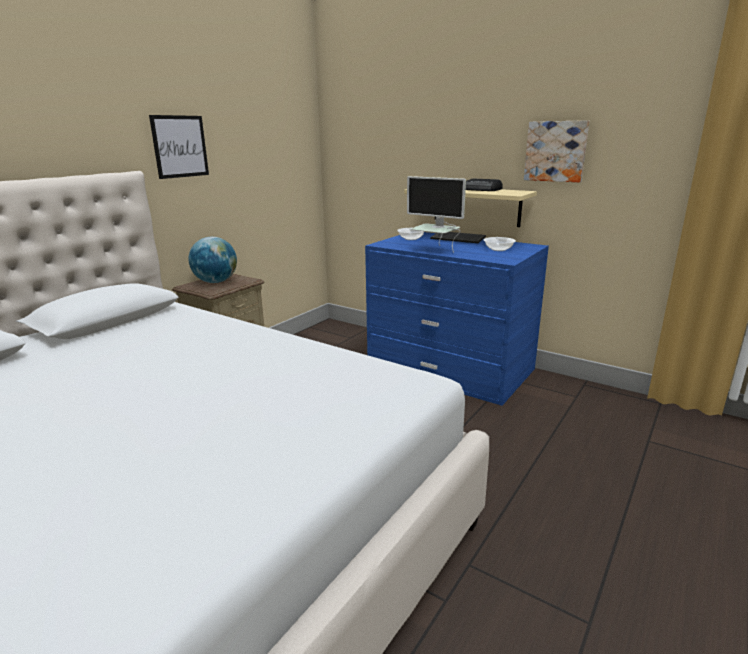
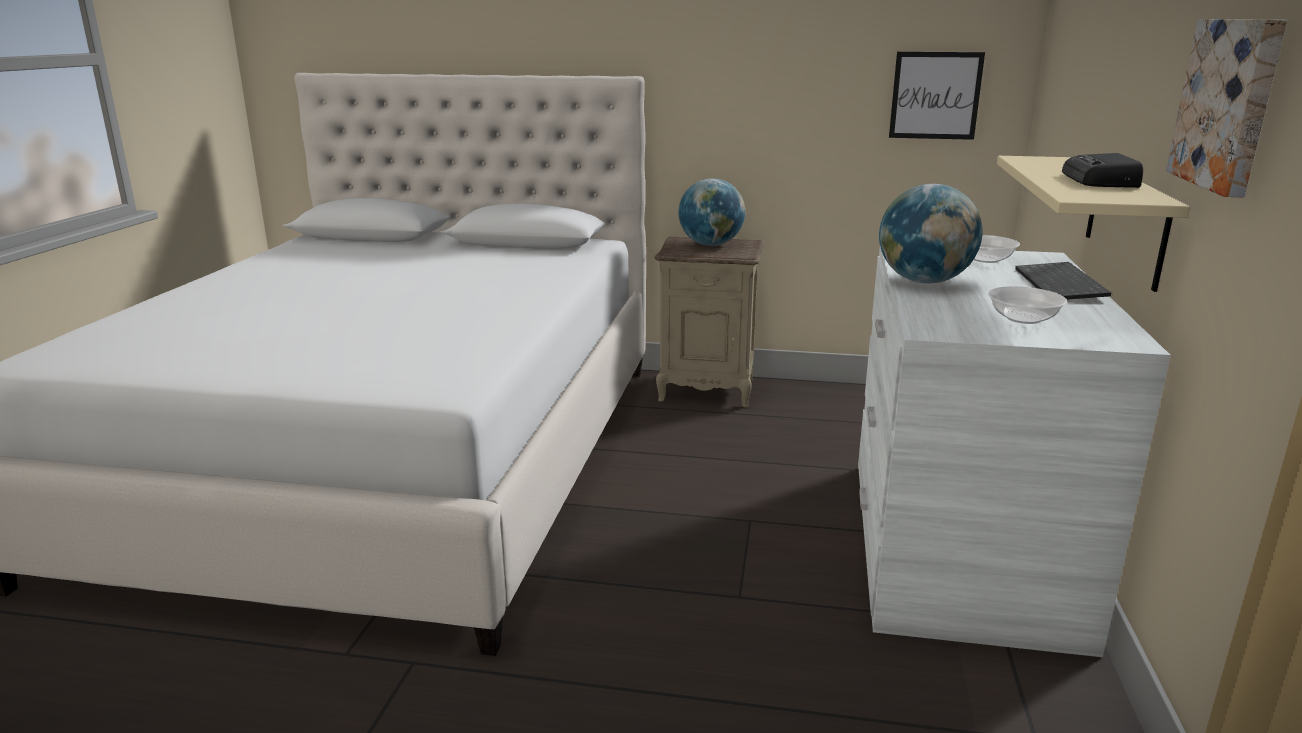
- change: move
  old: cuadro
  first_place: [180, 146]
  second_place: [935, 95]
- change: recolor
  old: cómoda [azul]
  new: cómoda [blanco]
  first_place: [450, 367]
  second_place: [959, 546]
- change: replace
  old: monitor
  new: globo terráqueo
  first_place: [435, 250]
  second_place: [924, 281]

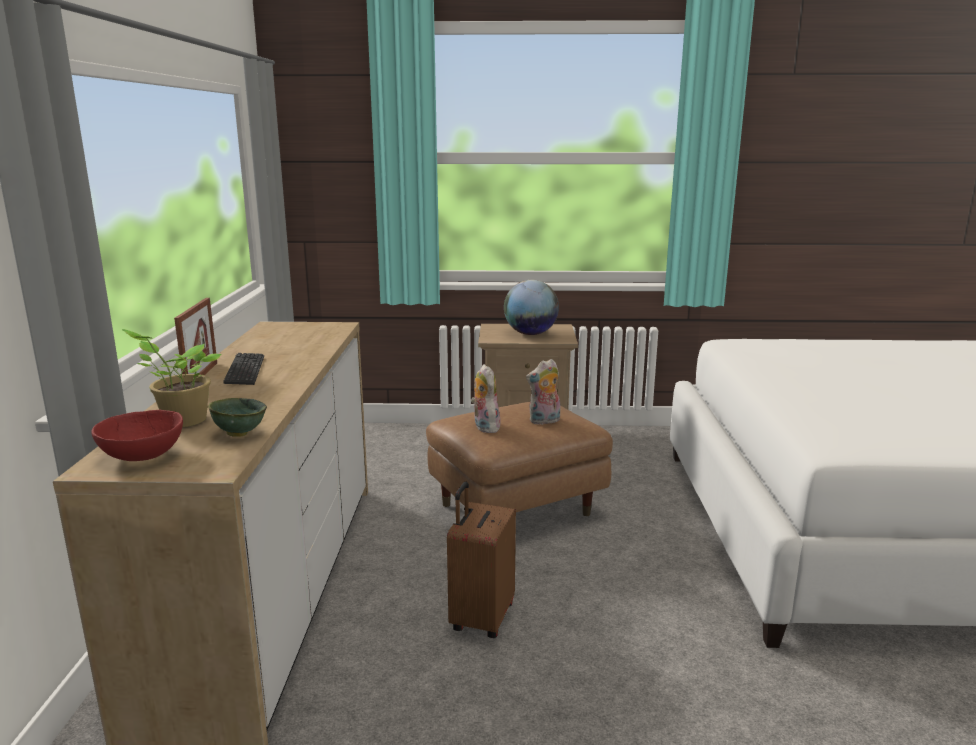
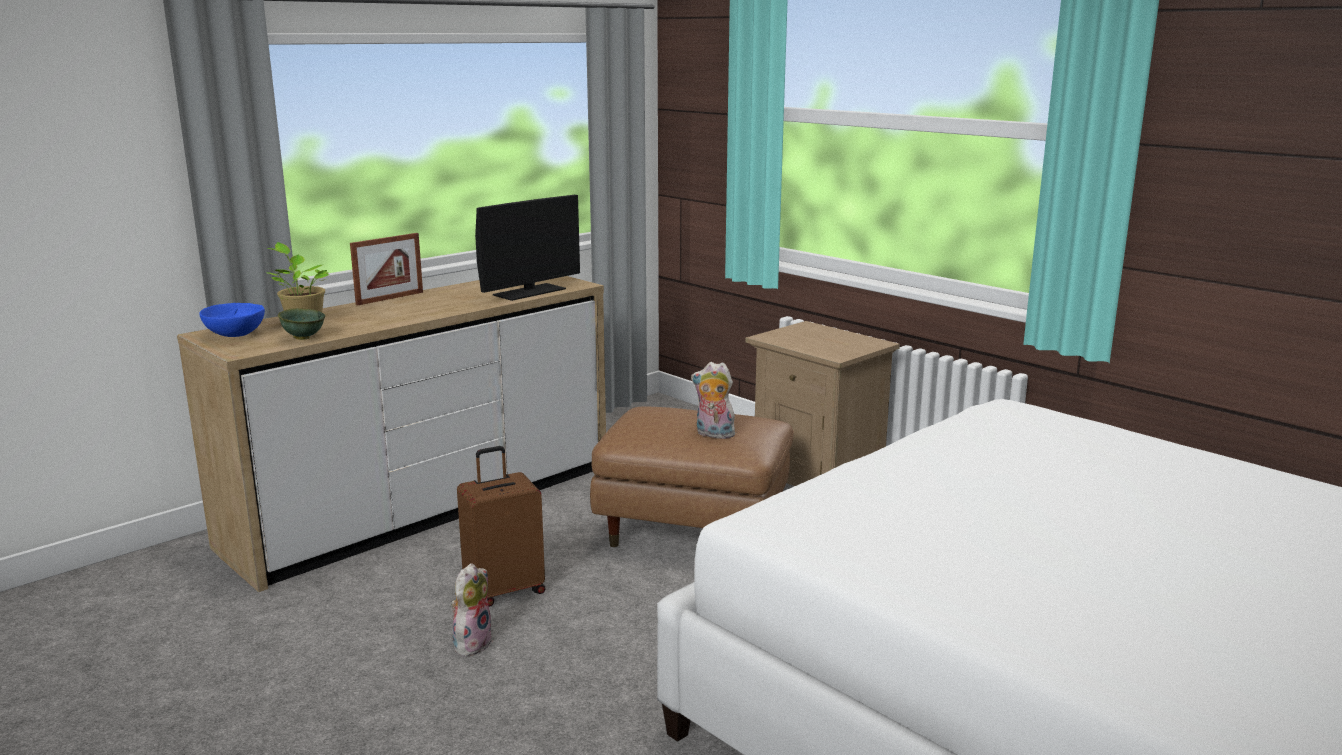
- change: recolor
  old: cuenco [rojo]
  new: cuenco [azul]
  first_place: [141, 456]
  second_place: [234, 335]
- change: delete
  old: teclado
  first_place: [245, 371]
- change: move
  old: peluche
  first_place: [484, 427]
  second_place: [472, 643]
- change: delete
  old: globo terráqueo
  first_place: [530, 334]
- change: insert
  new: monitor
  second_place: [529, 292]

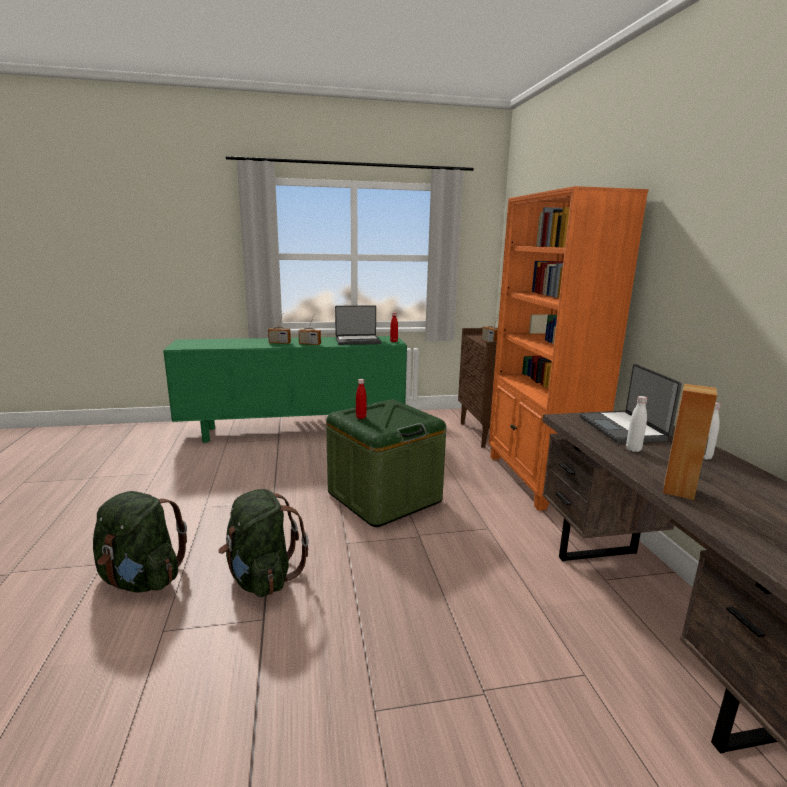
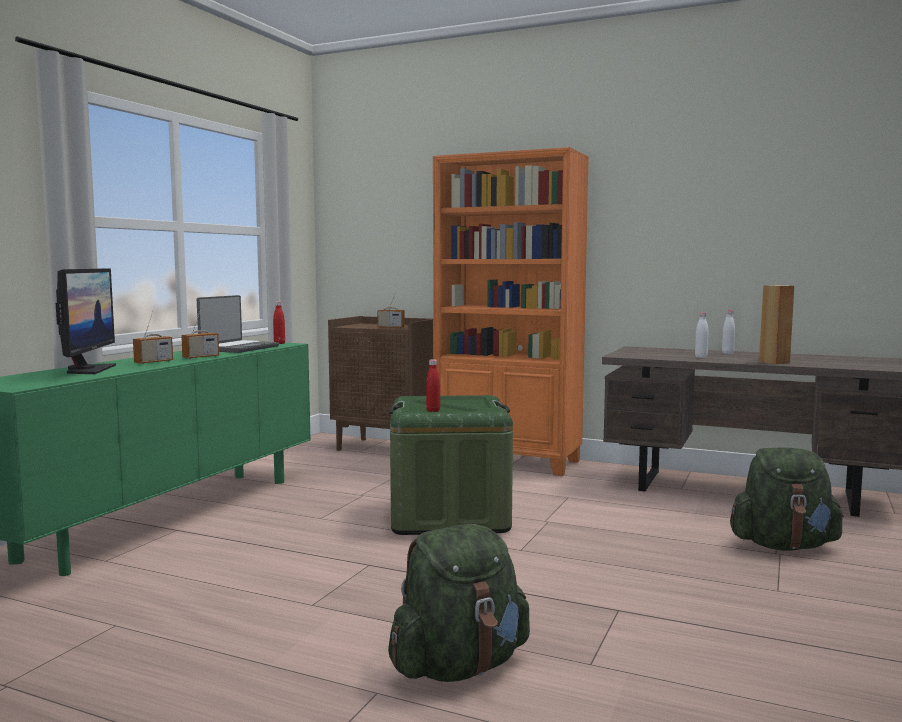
- change: move
  old: mochila [verde]
  first_place: [262, 577]
  second_place: [783, 545]
- change: delete
  old: portátil
  first_place: [623, 428]
- change: insert
  new: monitor
  second_place: [88, 370]

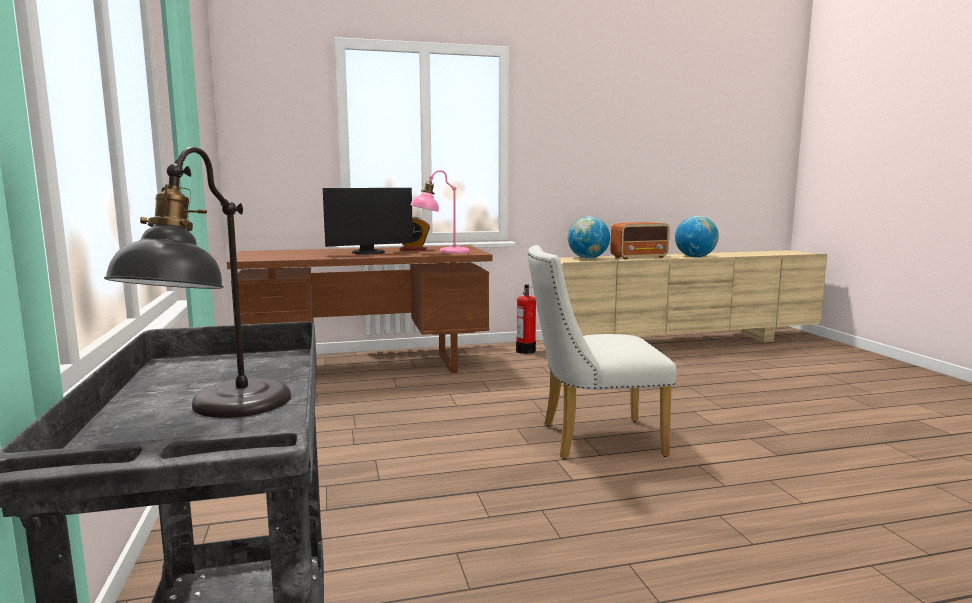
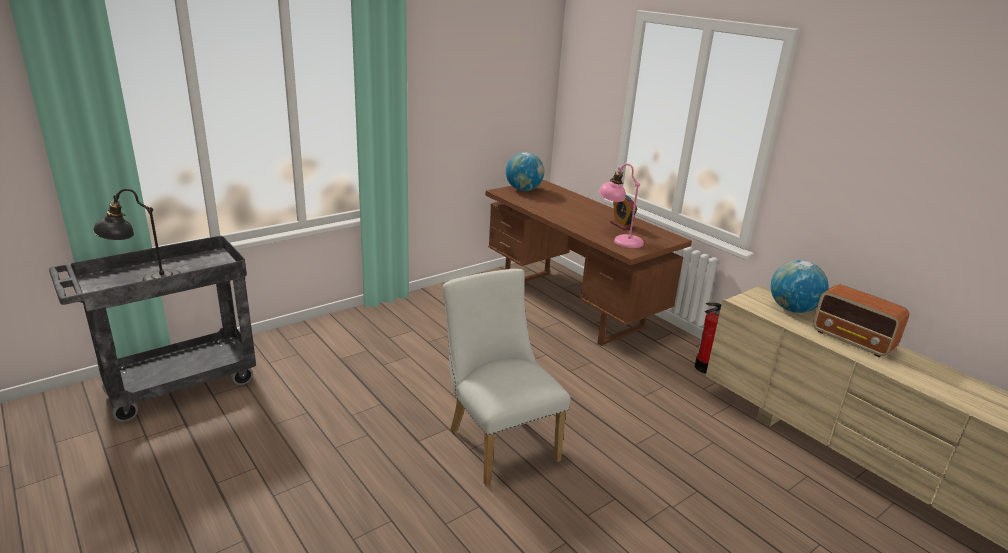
- change: delete
  old: monitor
  first_place: [369, 253]
- change: move
  old: globo terráqueo
  first_place: [695, 257]
  second_place: [523, 190]

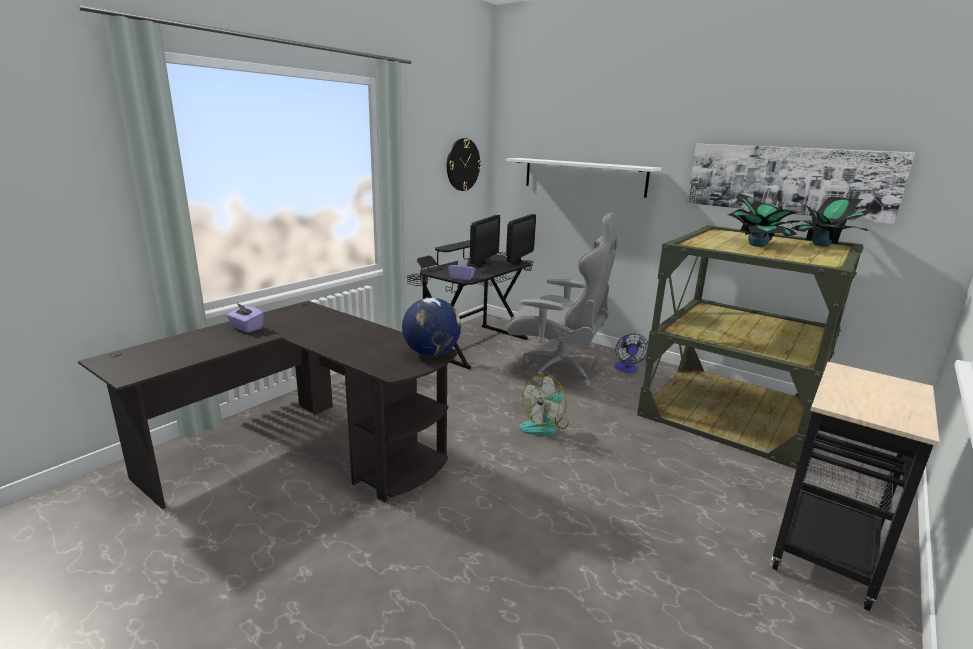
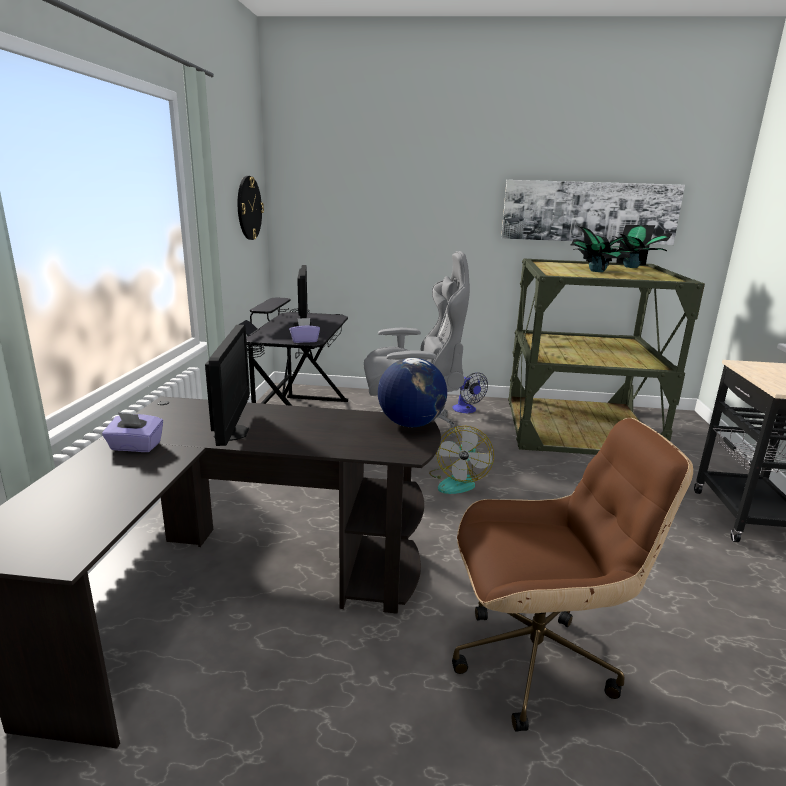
- change: delete
  old: estante [blanco]
  first_place: [583, 176]
- change: move
  old: monitor
  first_place: [518, 263]
  second_place: [231, 433]
- change: insert
  new: silla de oficina [marrón]
  second_place: [538, 664]

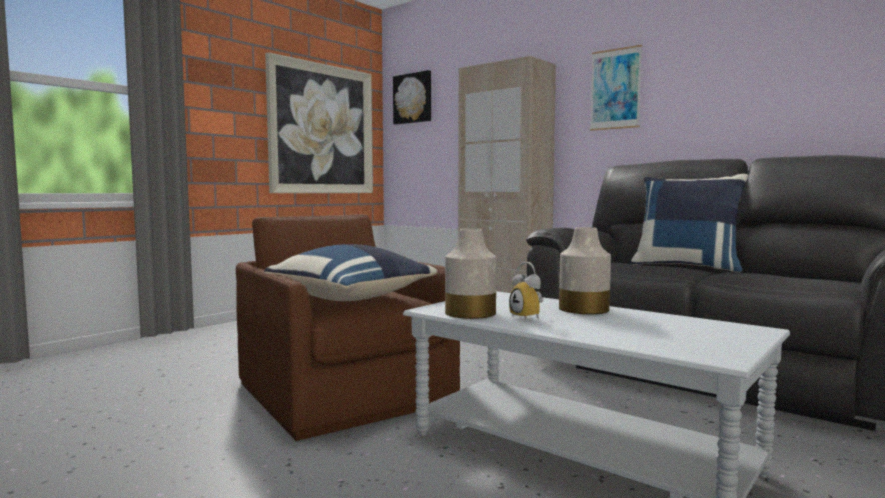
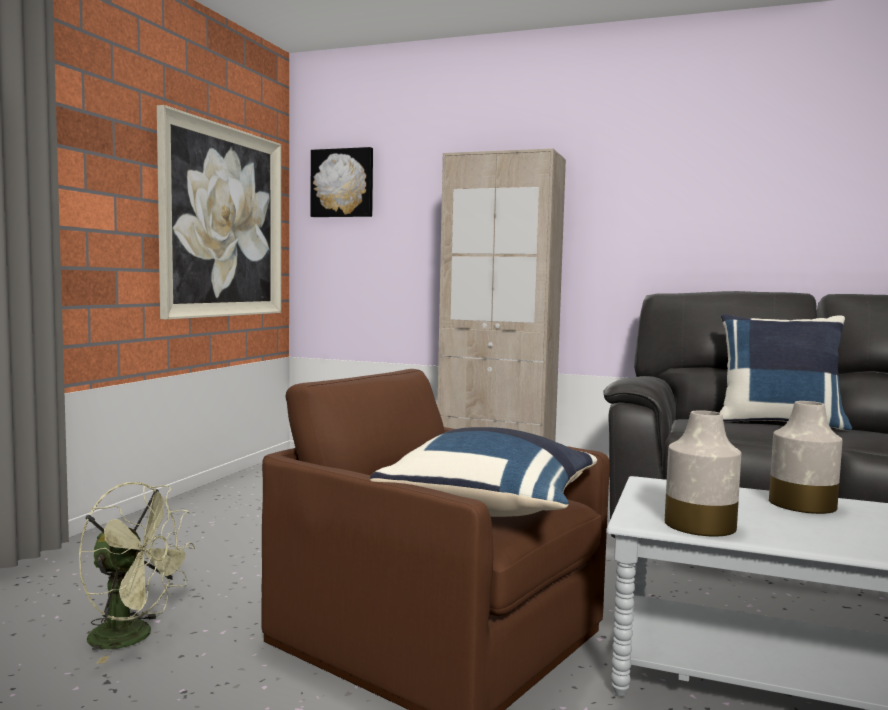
- change: delete
  old: despertador
  first_place: [529, 318]
- change: delete
  old: cuadro
  first_place: [615, 89]
- change: insert
  new: ventilador [verde]
  second_place: [133, 637]

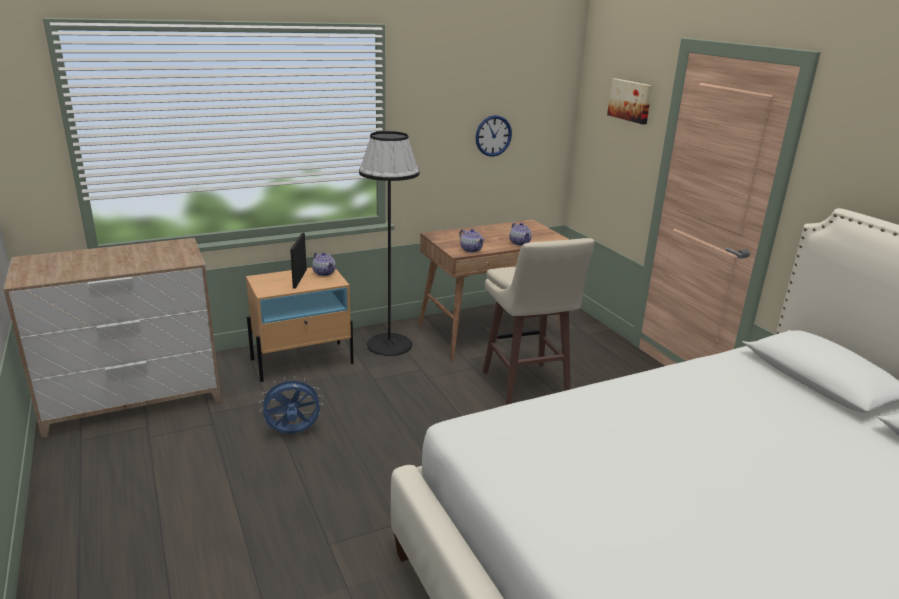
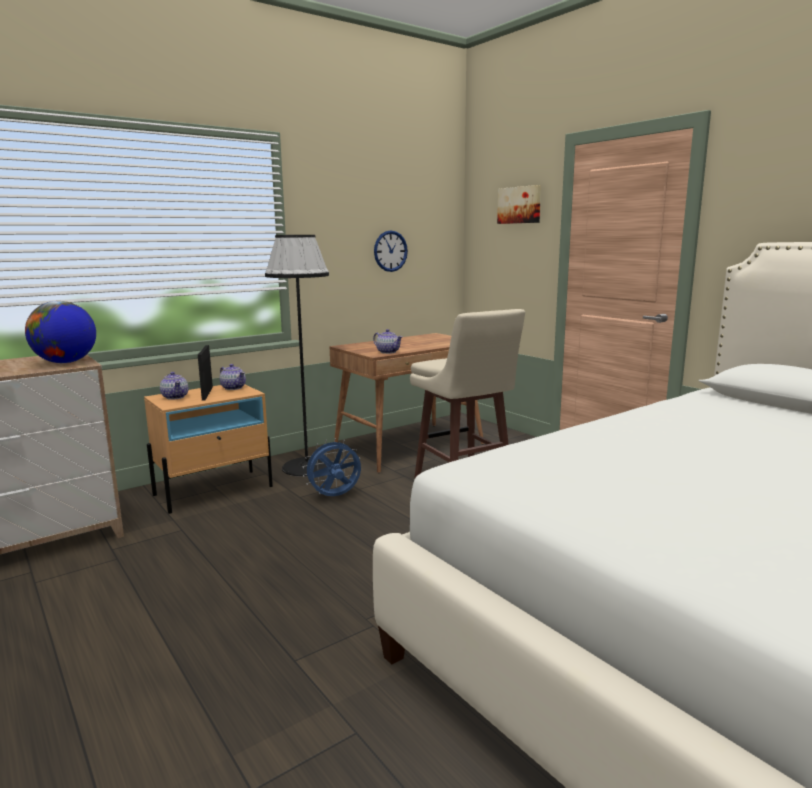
- change: move
  old: ventilador [azul]
  first_place: [293, 433]
  second_place: [335, 497]
- change: move
  old: tetera
  first_place: [519, 243]
  second_place: [175, 397]
- change: insert
  new: globo terráqueo
  second_place: [65, 362]

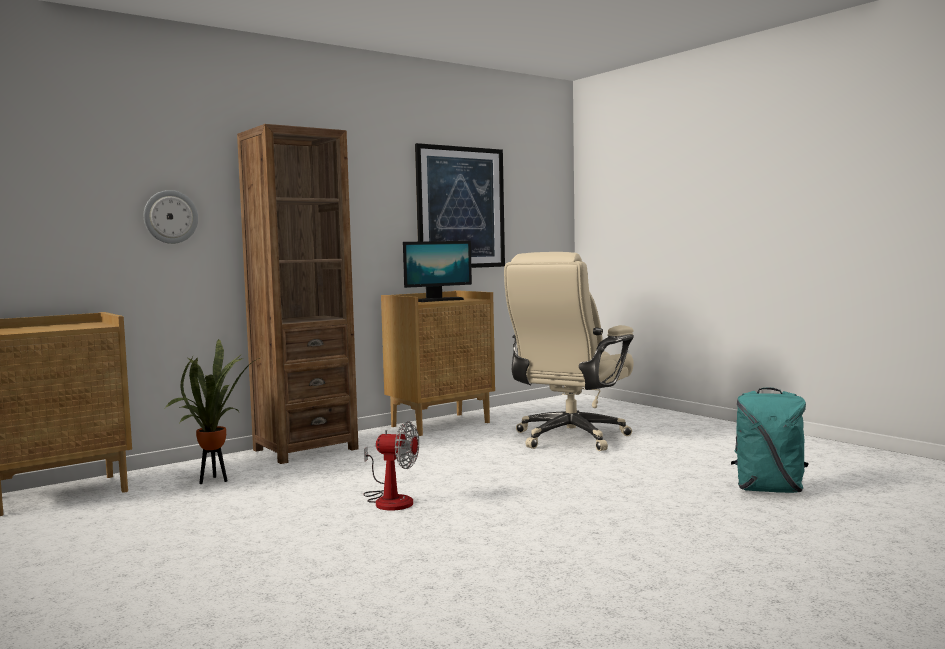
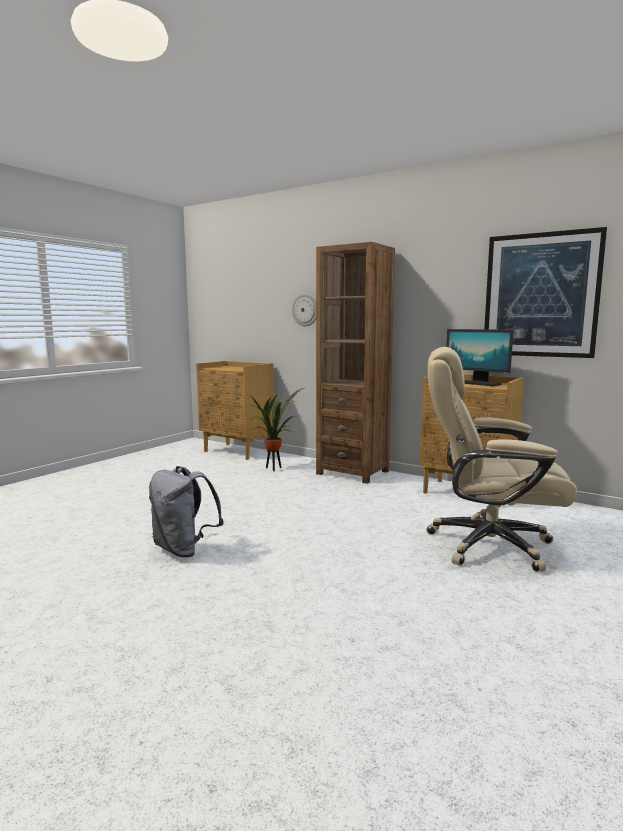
- change: delete
  old: ventilador
  first_place: [390, 500]
- change: delete
  old: mochila [turquesa]
  first_place: [769, 489]
- change: insert
  new: mochila [gris]
  second_place: [184, 549]

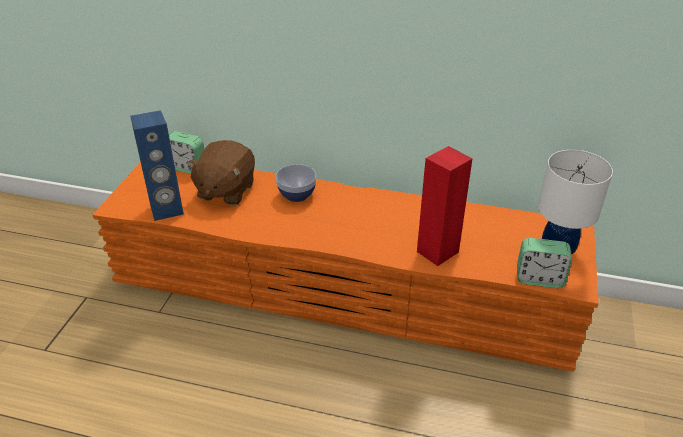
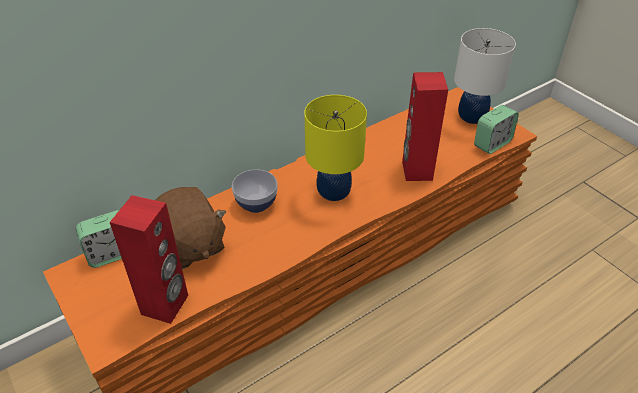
- change: recolor
  old: altavoz [azul]
  new: altavoz [rojo]
  first_place: [167, 210]
  second_place: [165, 305]
- change: insert
  new: lámpara de mesa [amarillo]
  second_place: [332, 194]

